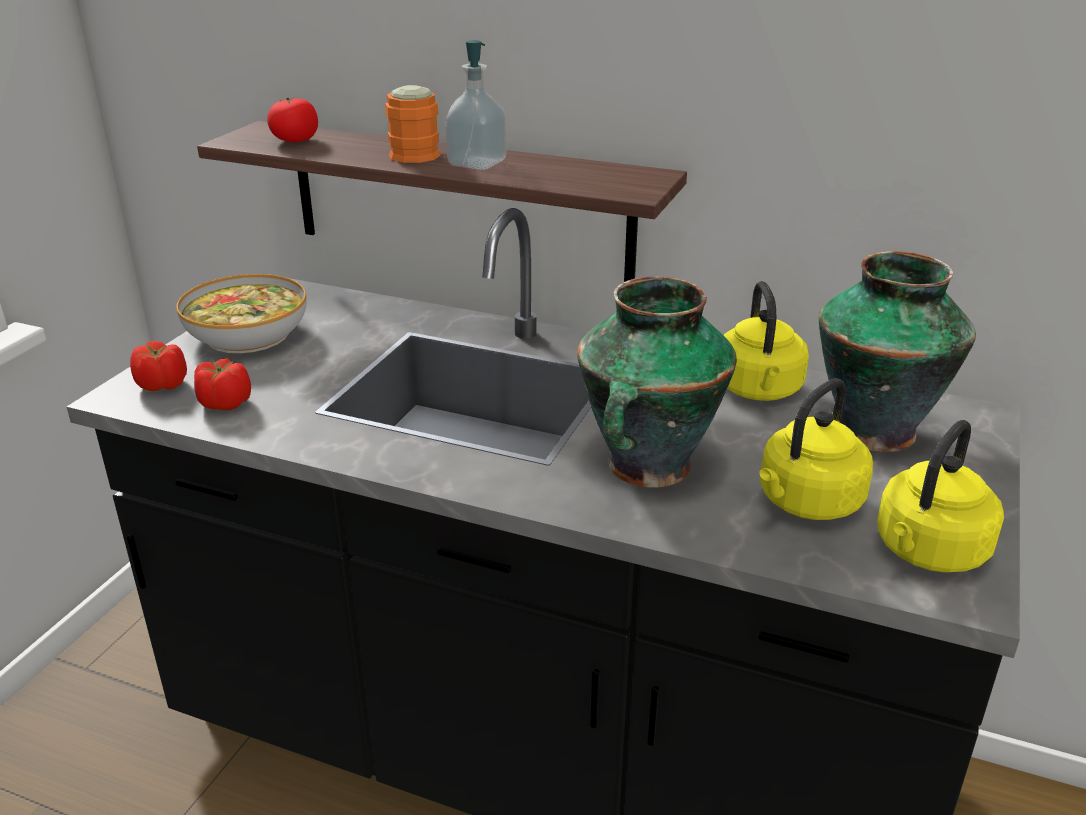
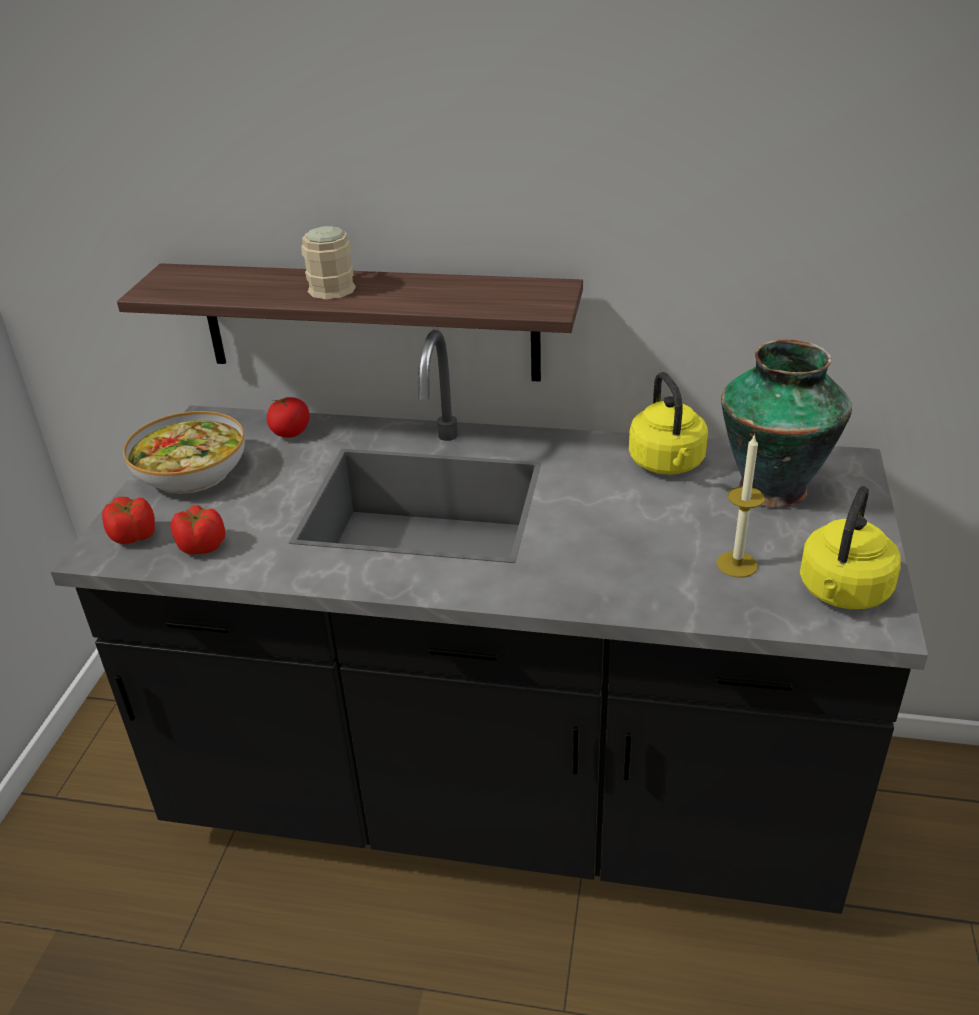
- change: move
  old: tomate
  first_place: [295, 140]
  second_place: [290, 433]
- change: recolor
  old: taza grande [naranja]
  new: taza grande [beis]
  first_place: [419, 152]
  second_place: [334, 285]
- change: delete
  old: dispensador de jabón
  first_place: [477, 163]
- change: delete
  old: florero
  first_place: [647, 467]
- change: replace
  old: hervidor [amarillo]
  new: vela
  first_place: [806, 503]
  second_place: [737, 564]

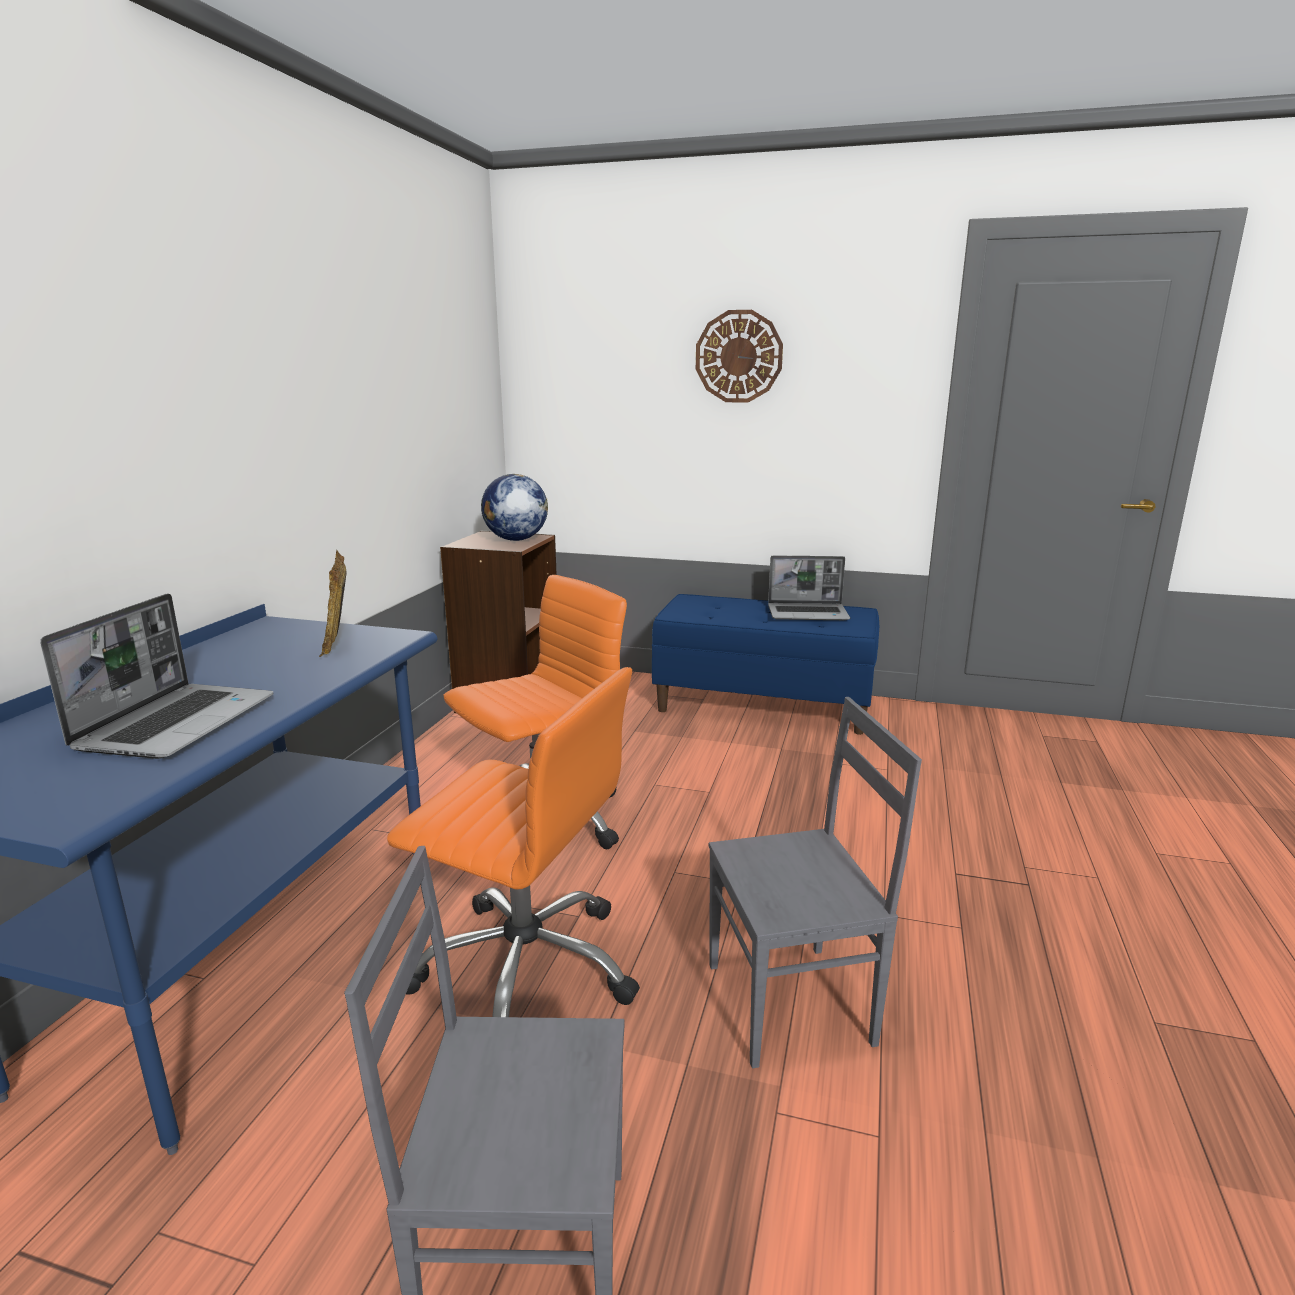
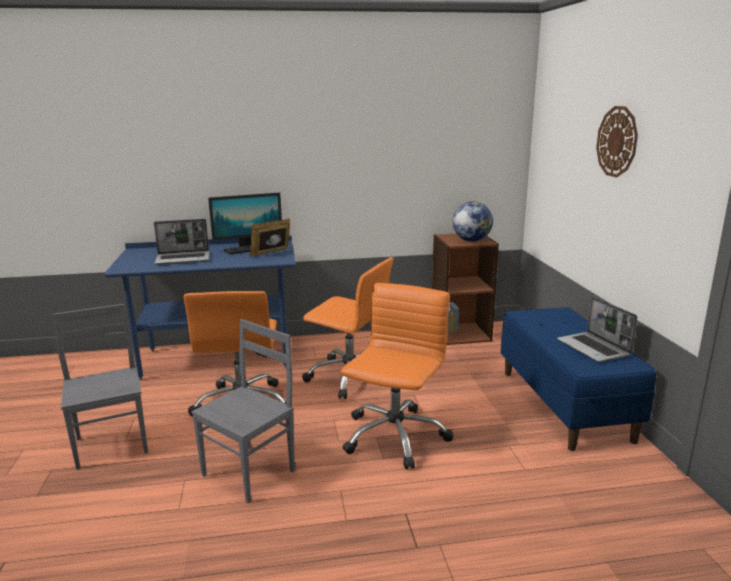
- change: rotate
  old: silla [gris]
  first_place: [793, 1004]
  second_place: [250, 473]
  degrees: -105
- change: insert
  new: monitor
  second_place: [249, 249]
- change: insert
  new: silla de oficina [naranja]
  second_place: [395, 436]

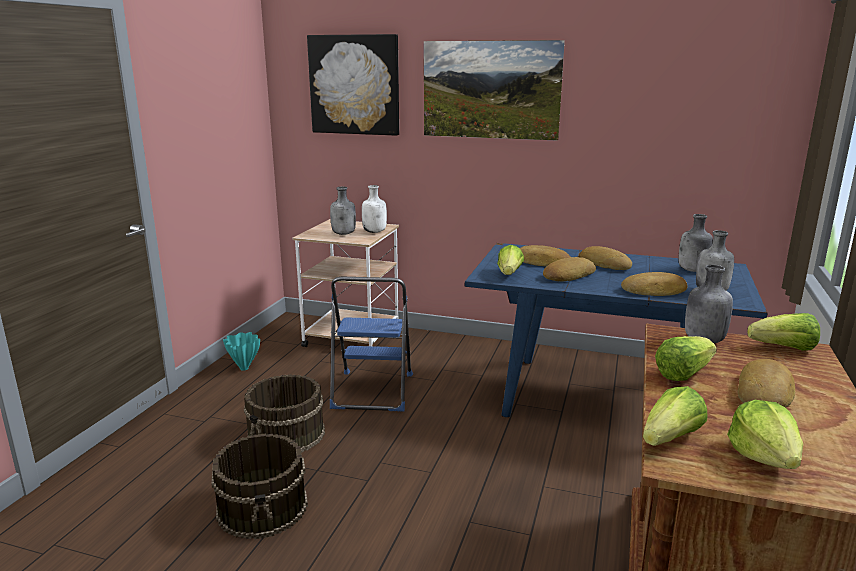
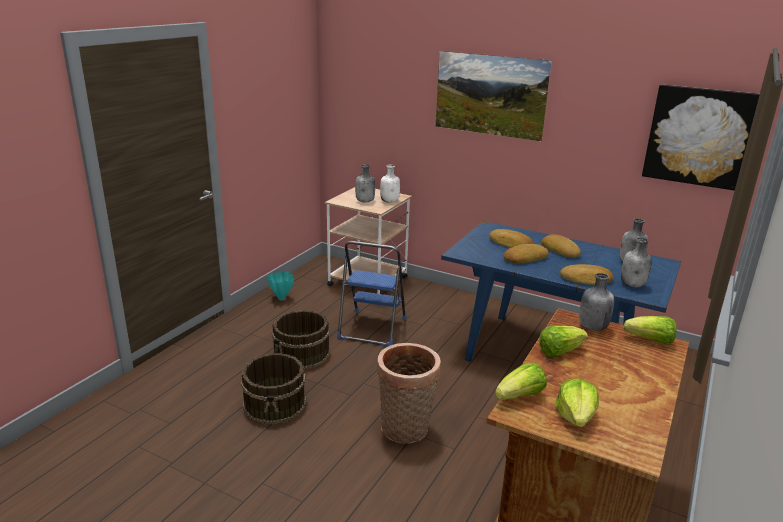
- change: move
  old: cuadro
  first_place: [354, 85]
  second_place: [700, 137]
- change: delete
  old: lechuga
  first_place: [509, 274]
- change: delete
  old: pan
  first_place: [765, 393]
- change: insert
  new: cesta
  second_place: [405, 430]

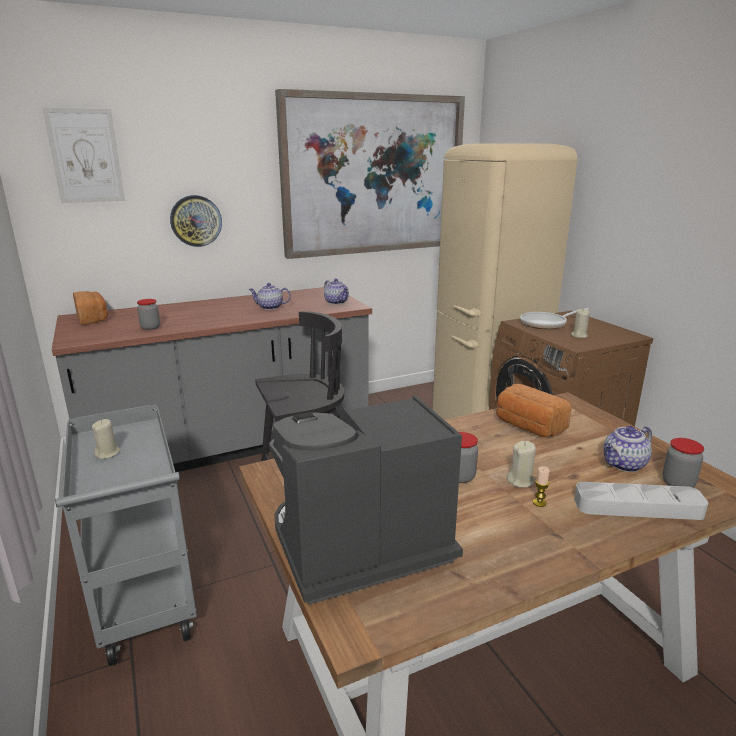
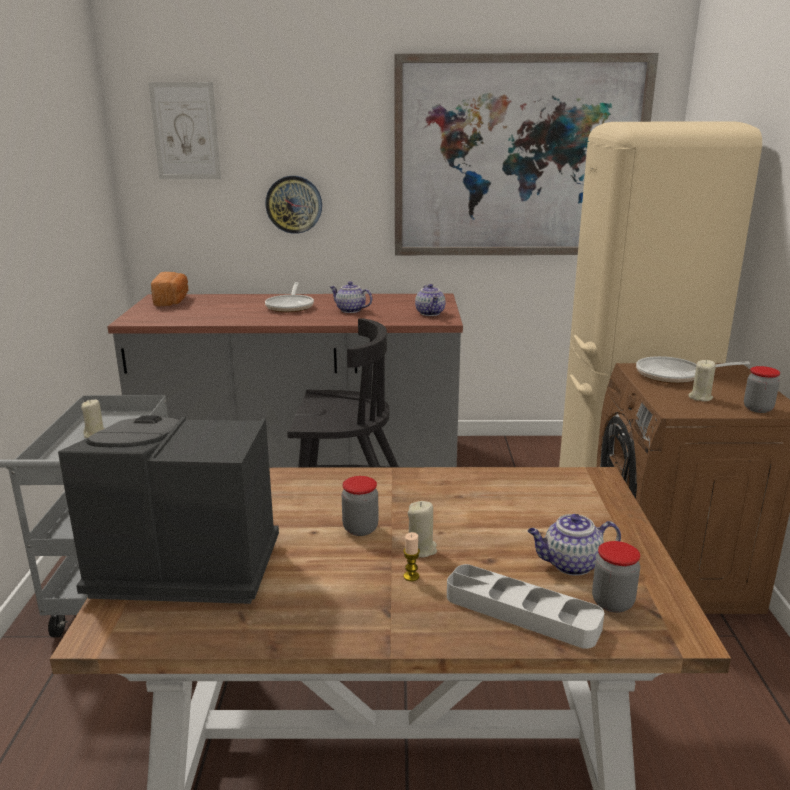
- change: move
  old: tarro
  first_place: [150, 327]
  second_place: [758, 408]
- change: delete
  old: pan
  first_place: [528, 426]
- change: insert
  new: sartén
  second_place: [290, 306]

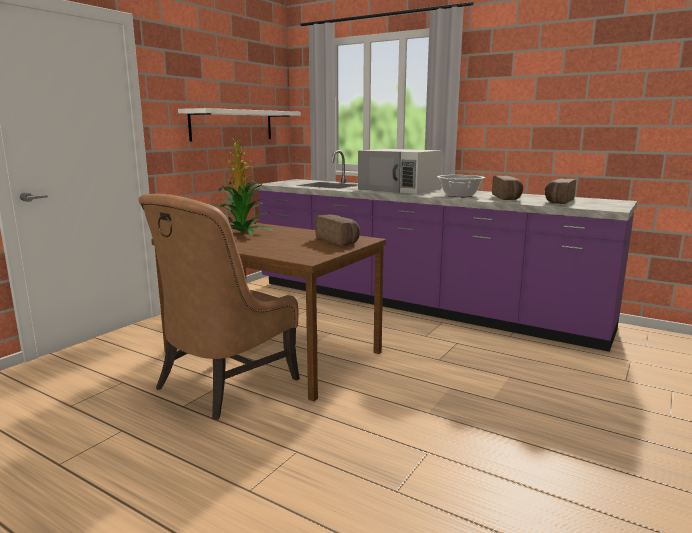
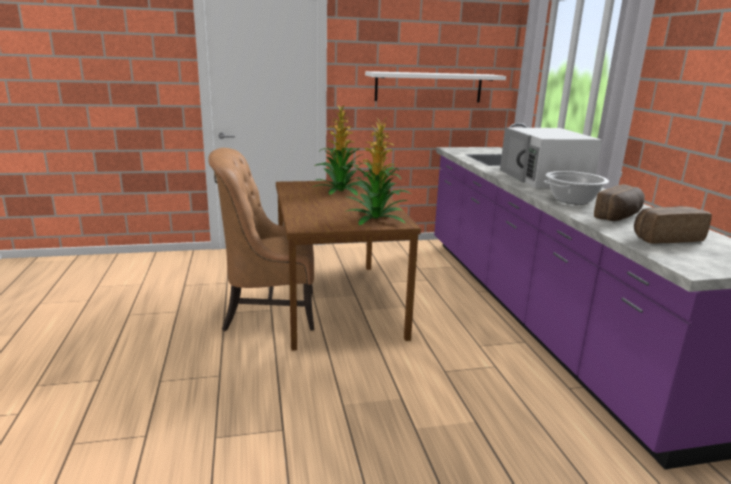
- change: replace
  old: pan
  new: planta en maceta
  first_place: [339, 241]
  second_place: [376, 218]

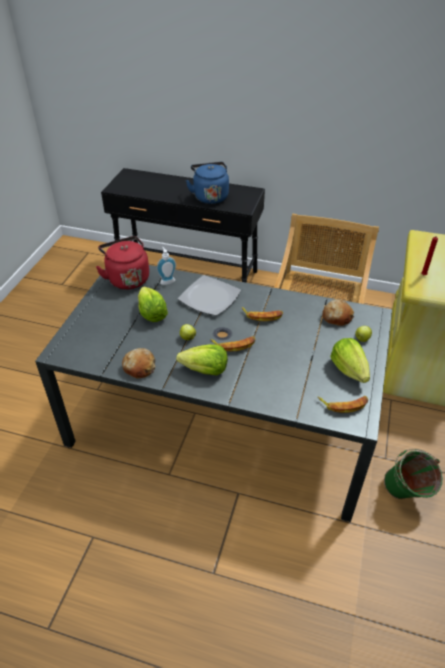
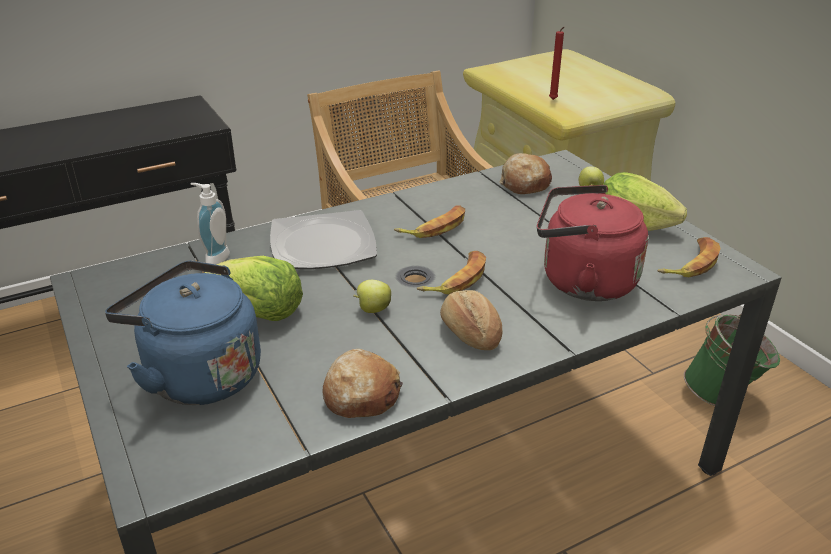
- change: move
  old: hervidor [rojo]
  first_place: [127, 278]
  second_place: [582, 281]
- change: replace
  old: lechuga
  new: pan
  first_place: [205, 370]
  second_place: [469, 333]
- change: move
  old: hervidor [azul]
  first_place: [210, 196]
  second_place: [198, 374]

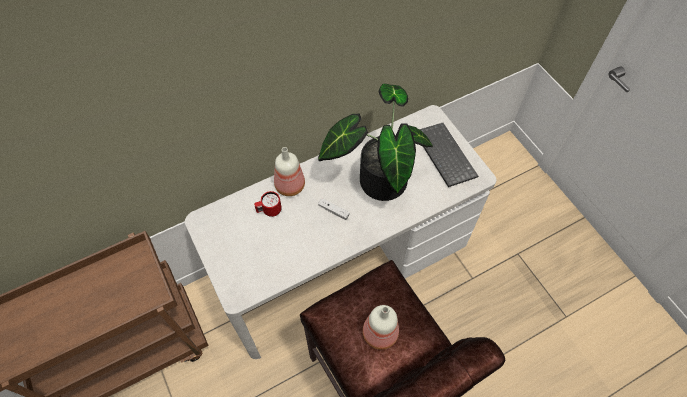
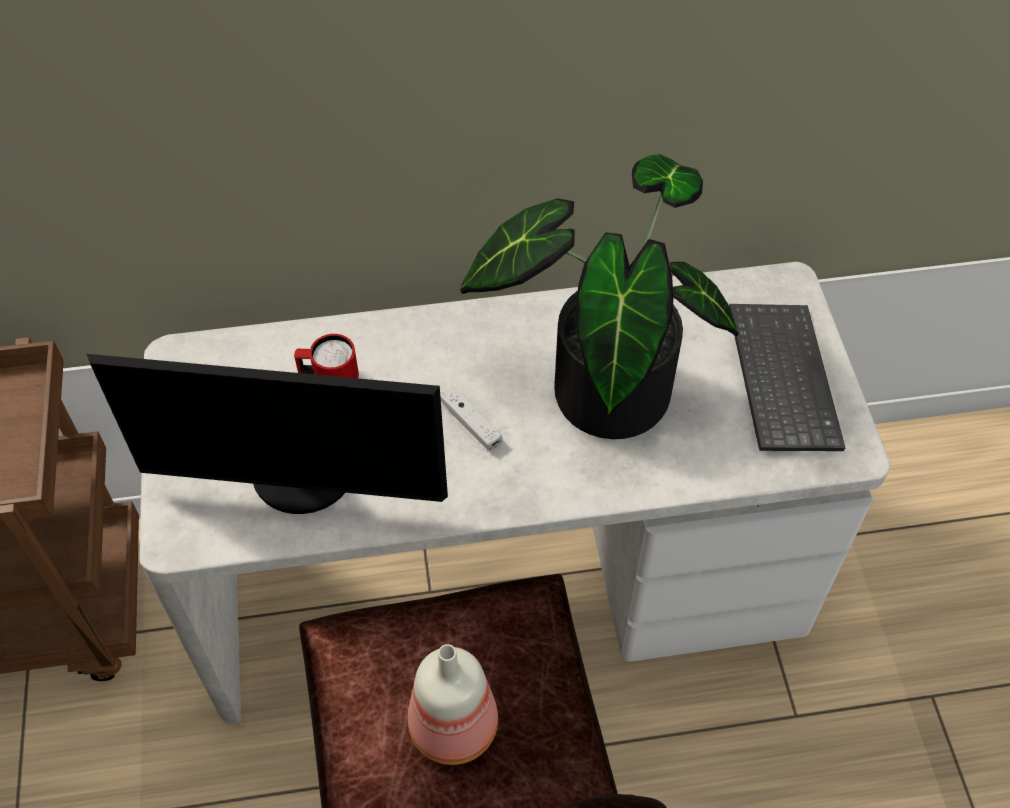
- change: delete
  old: botella
  first_place: [290, 186]
- change: insert
  new: monitor
  second_place: [301, 479]

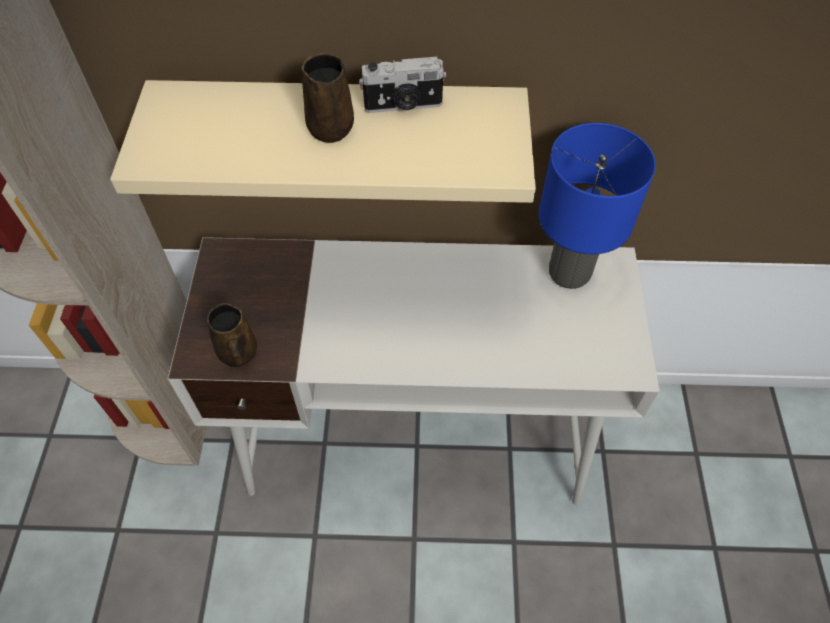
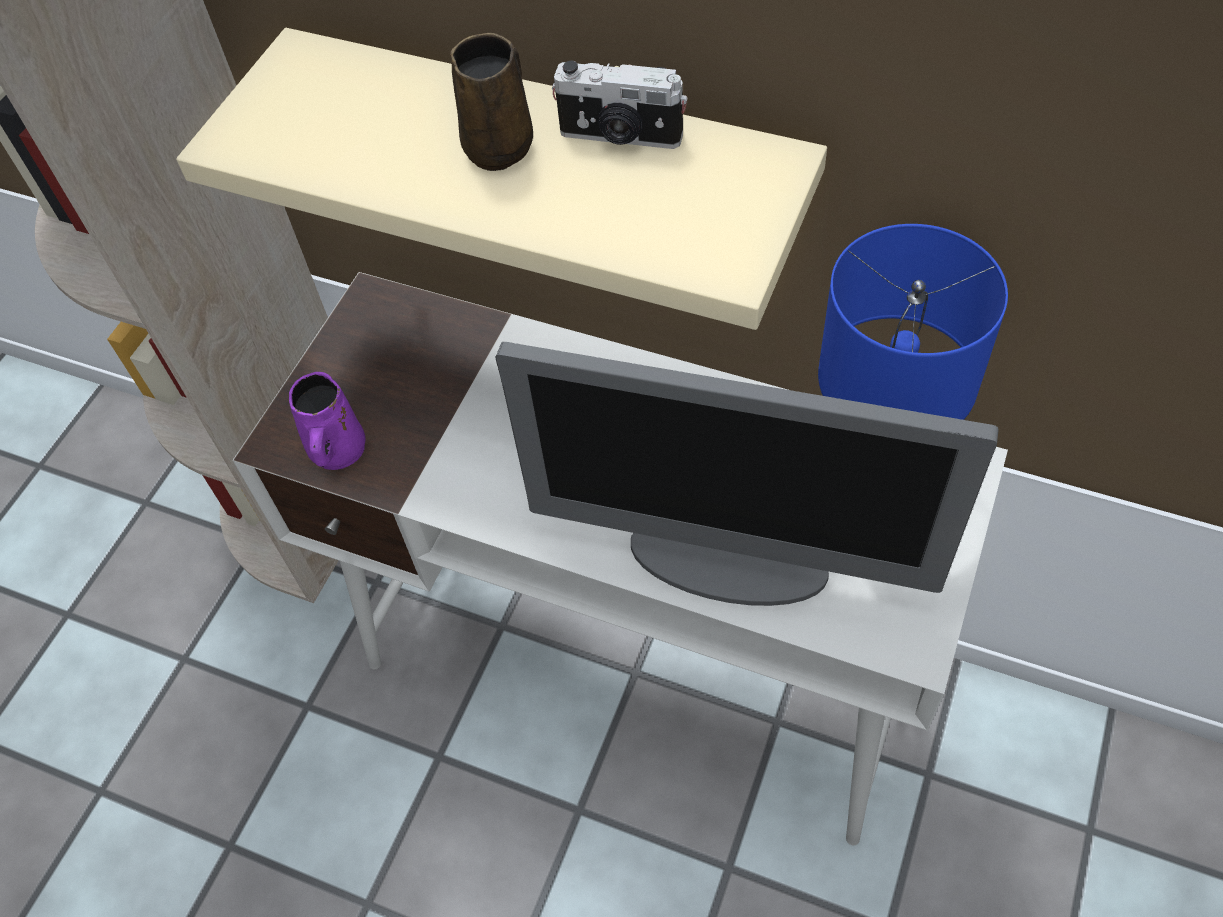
- change: recolor
  old: taza grande [marrón]
  new: taza grande [morado]
  first_place: [238, 354]
  second_place: [337, 452]
- change: insert
  new: monitor
  second_place: [730, 560]

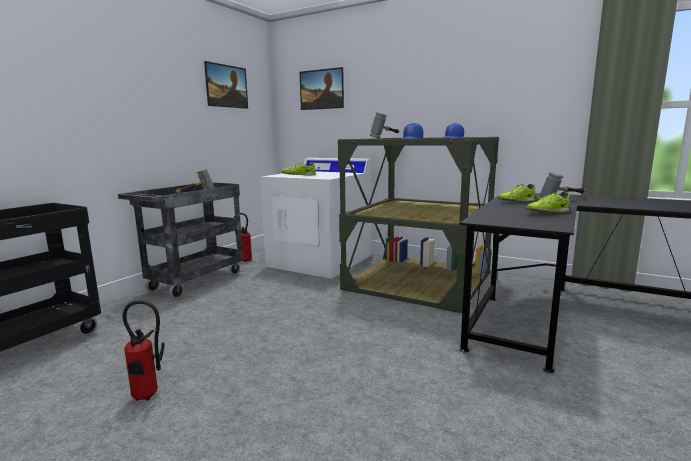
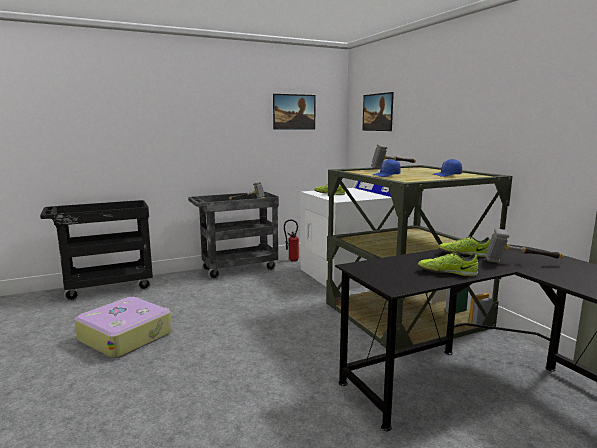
- change: replace
  old: extintor
  new: maleta
  first_place: [148, 397]
  second_place: [126, 336]

